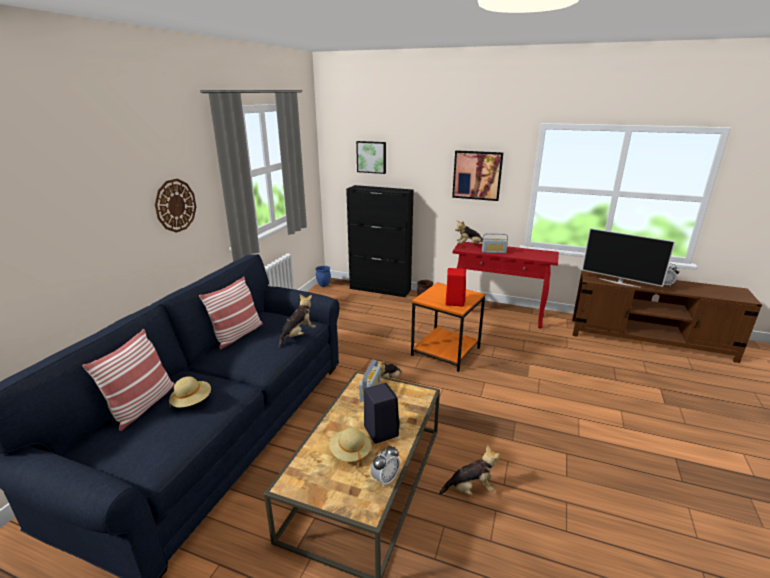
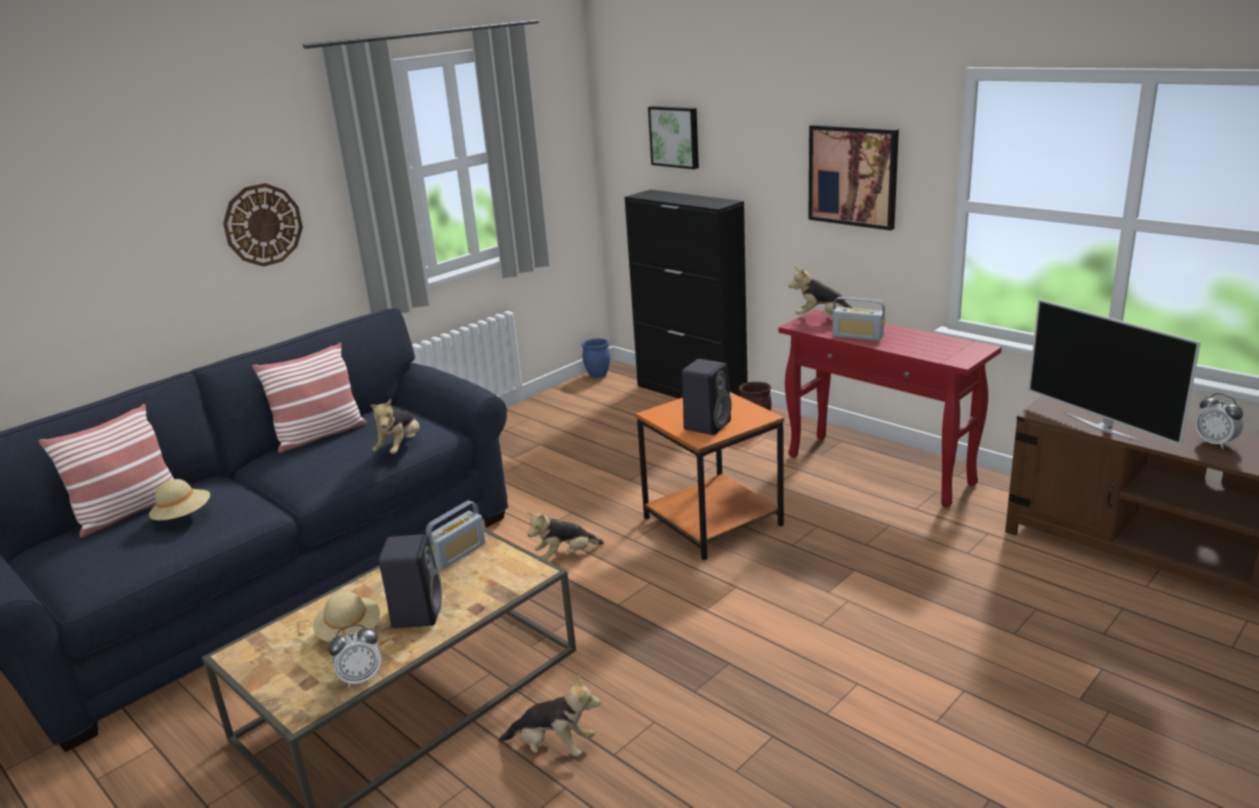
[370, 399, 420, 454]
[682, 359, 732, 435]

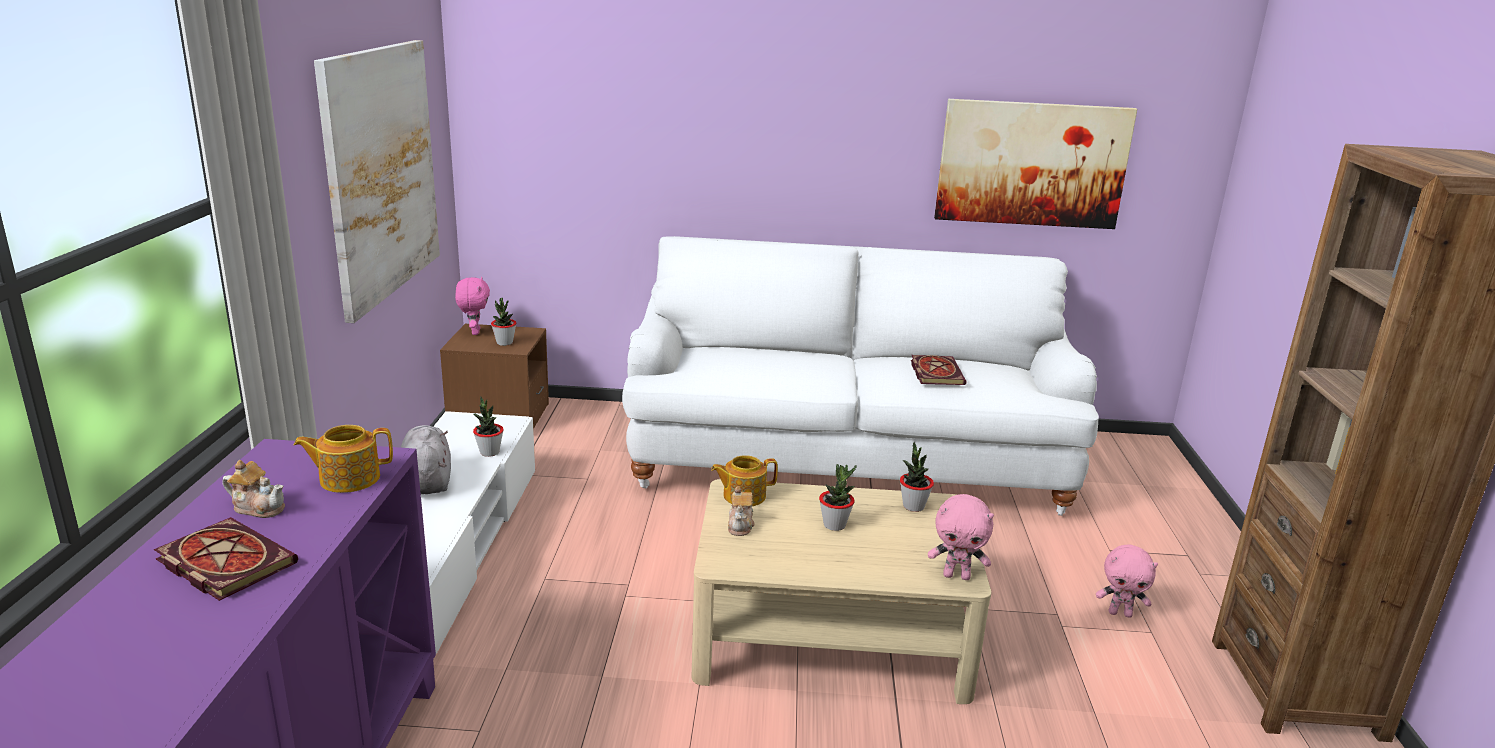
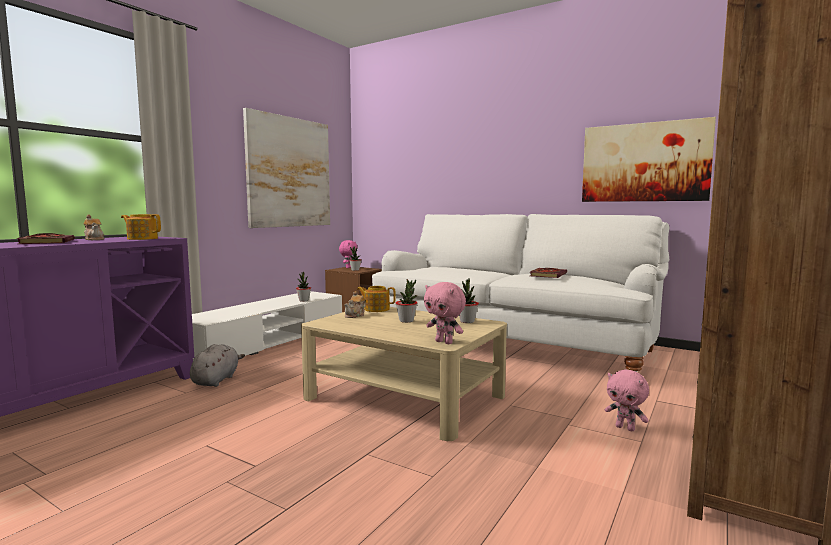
[190, 344, 245, 387]

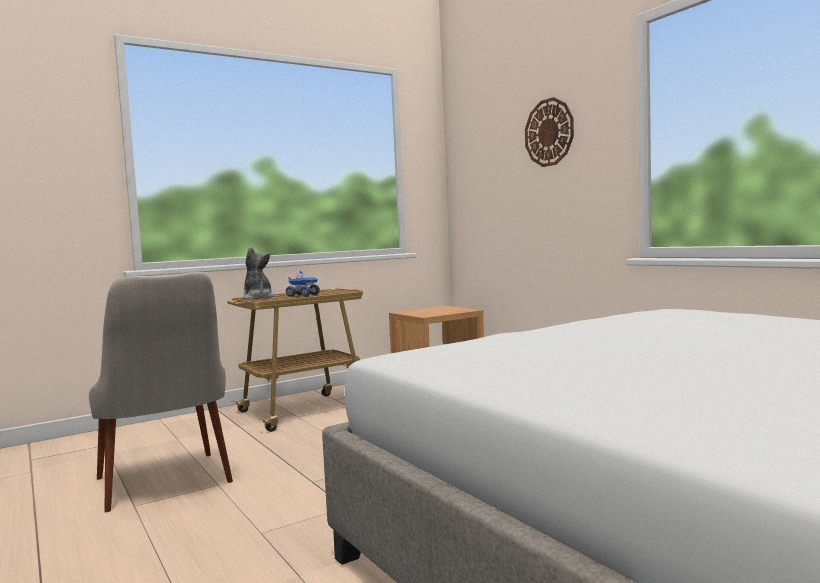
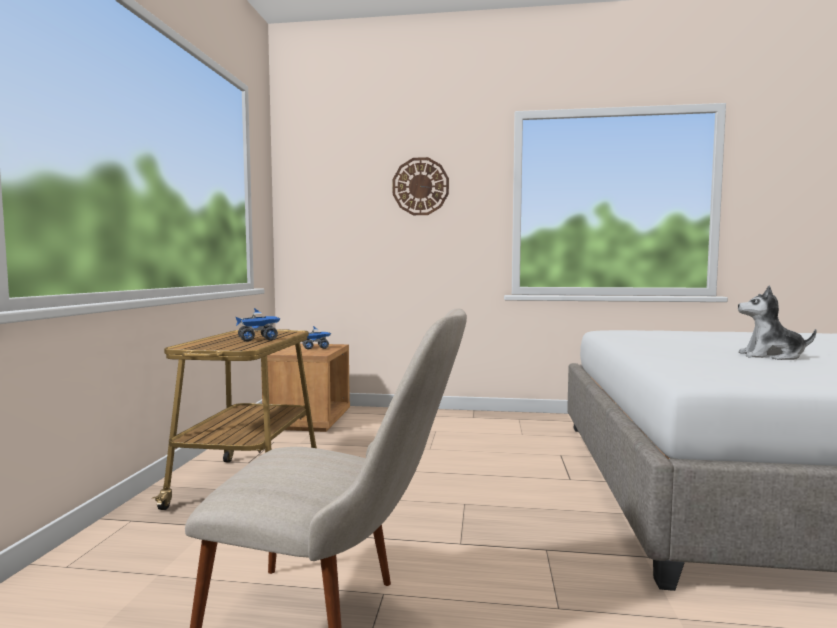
[303, 326, 331, 350]
[738, 286, 816, 360]

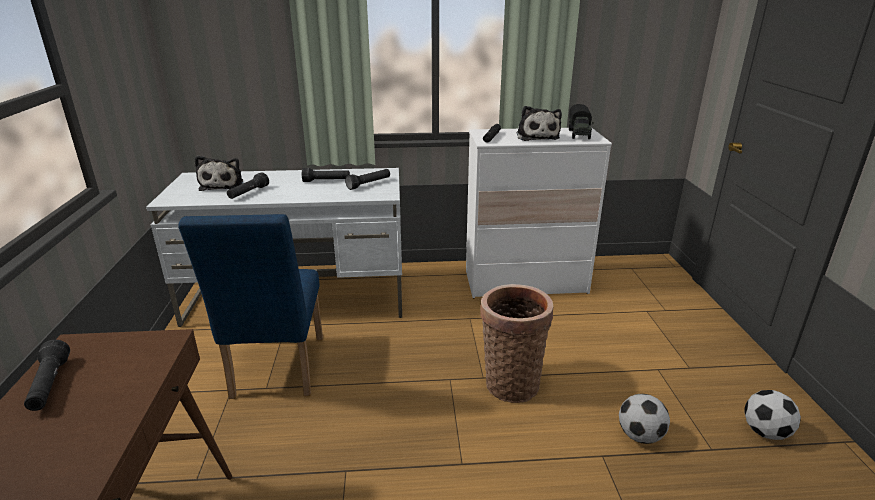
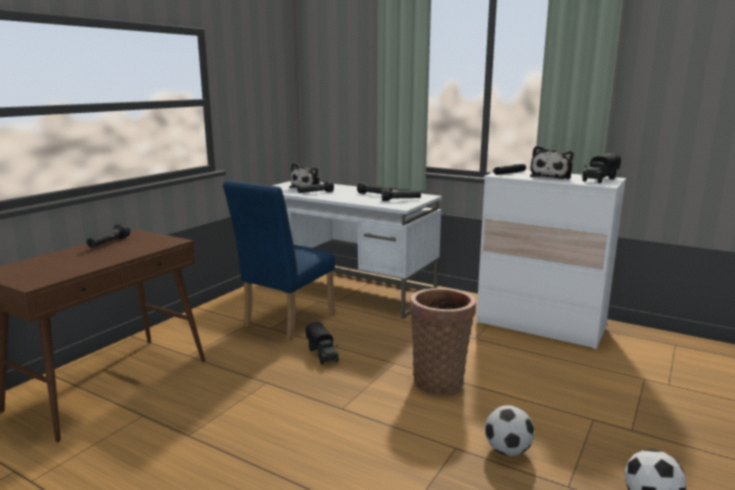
[306, 322, 339, 365]

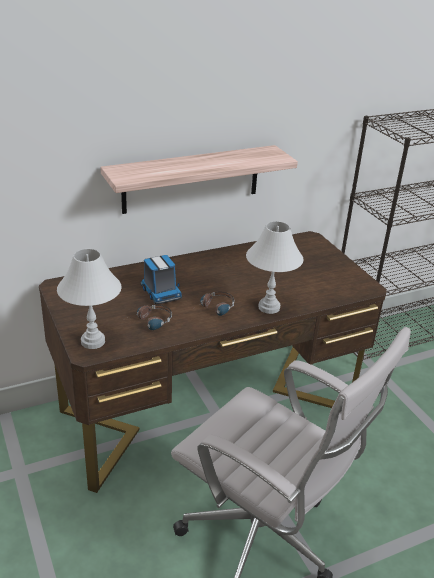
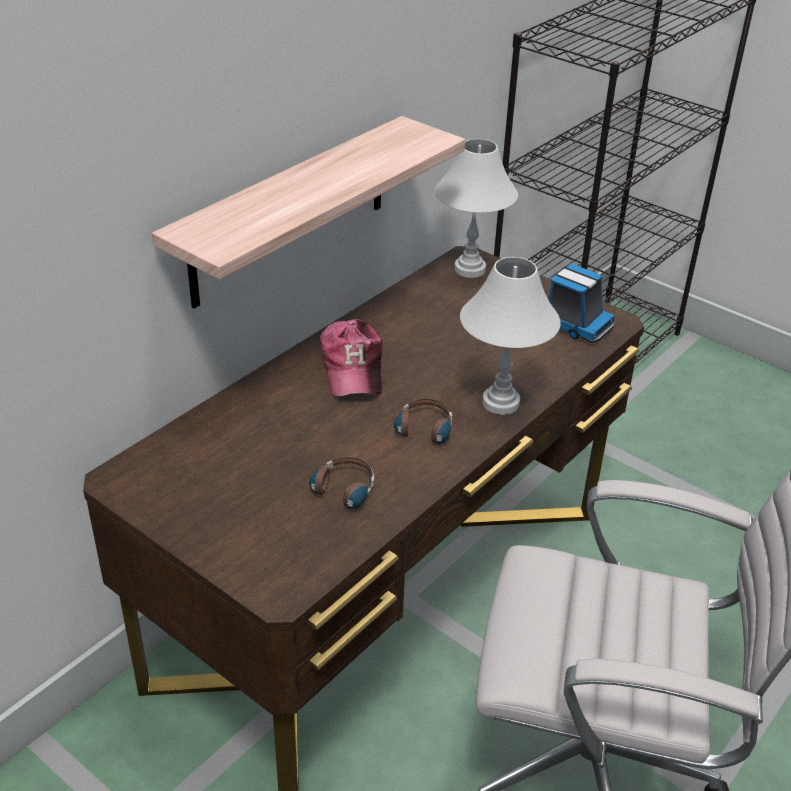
[320, 319, 382, 396]
[434, 139, 518, 278]
[549, 264, 615, 343]

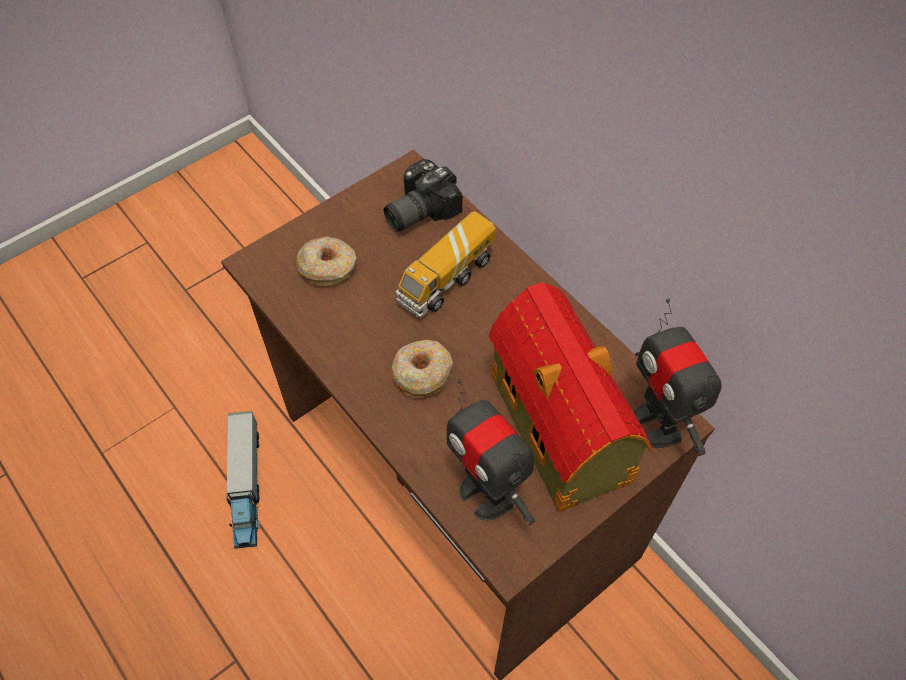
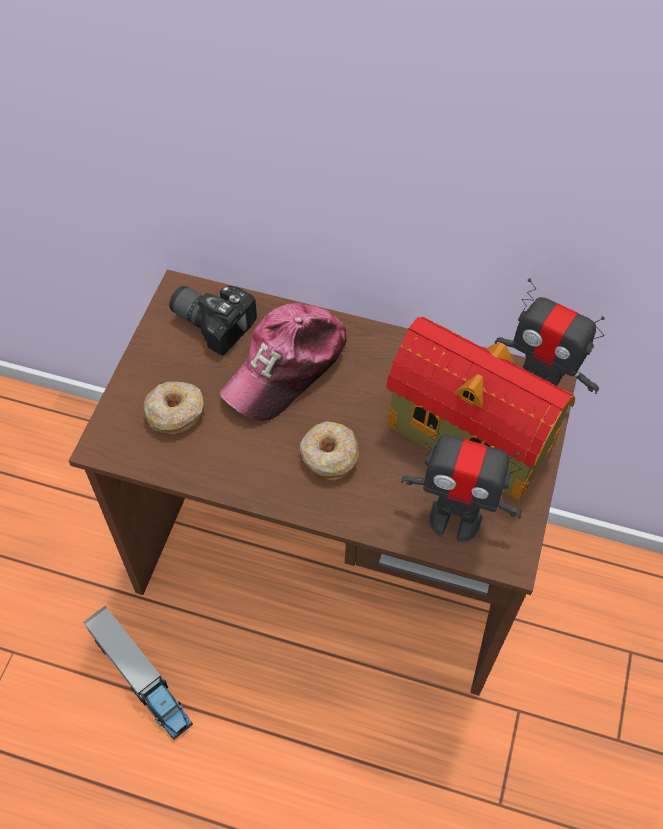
[169, 286, 257, 356]
[220, 303, 348, 421]

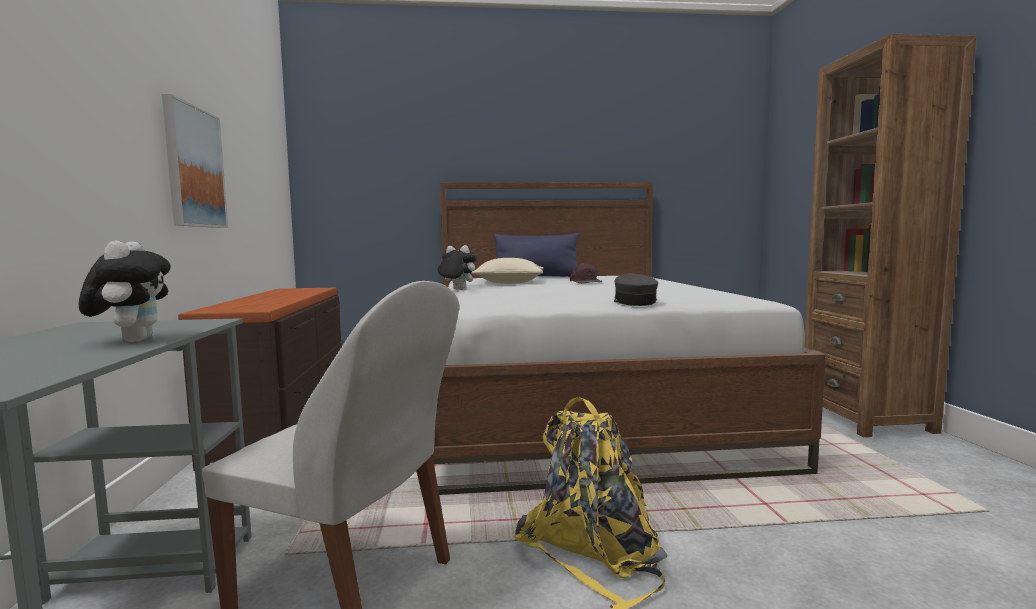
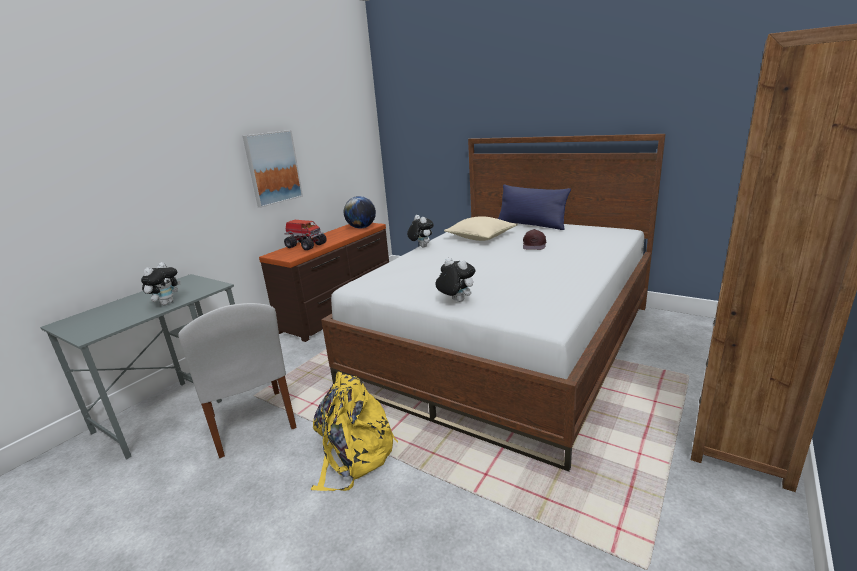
[284, 220, 327, 250]
[344, 196, 376, 229]
[435, 258, 475, 302]

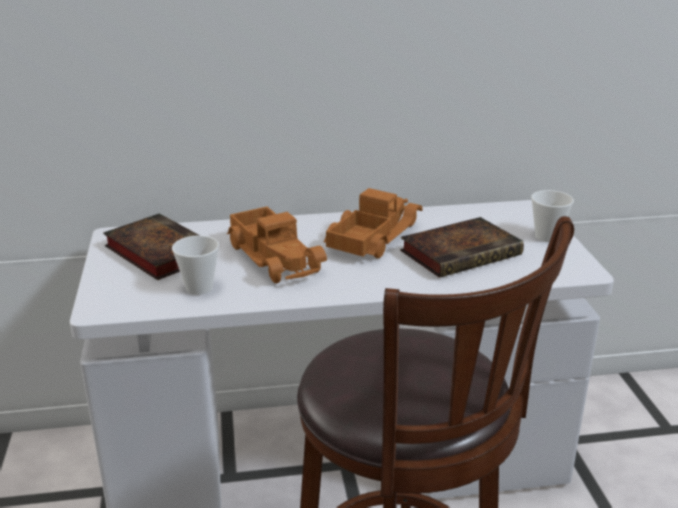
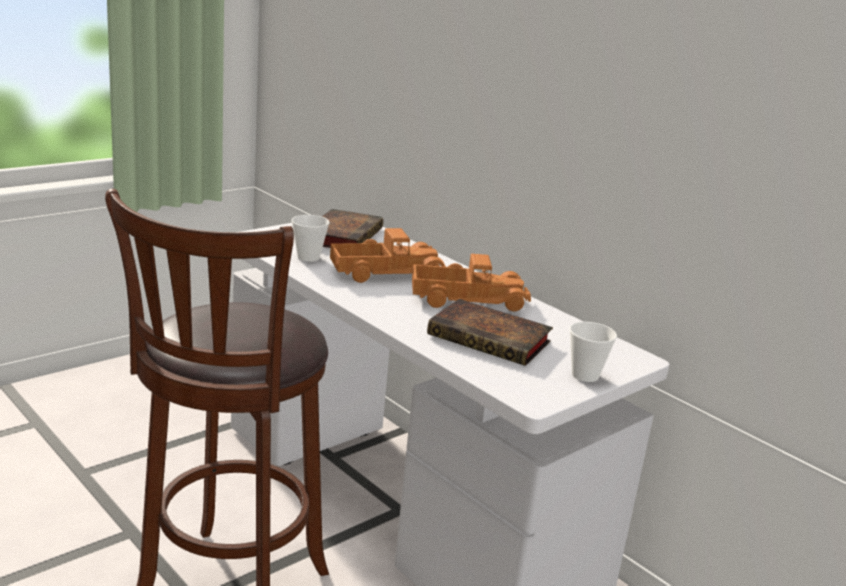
[330, 228, 446, 283]

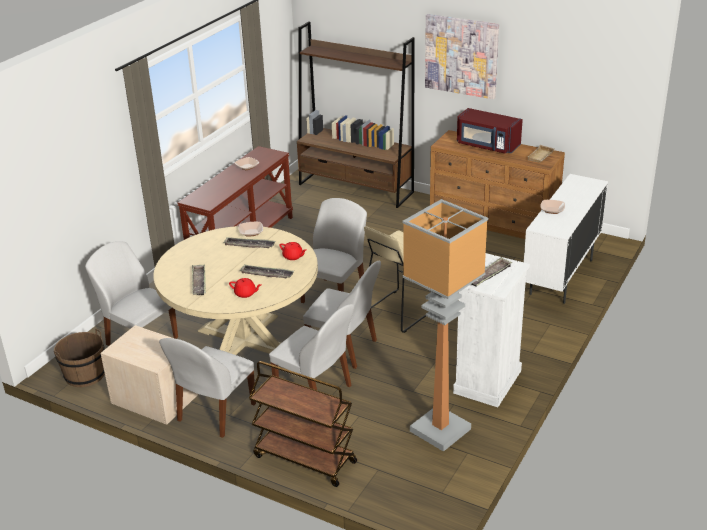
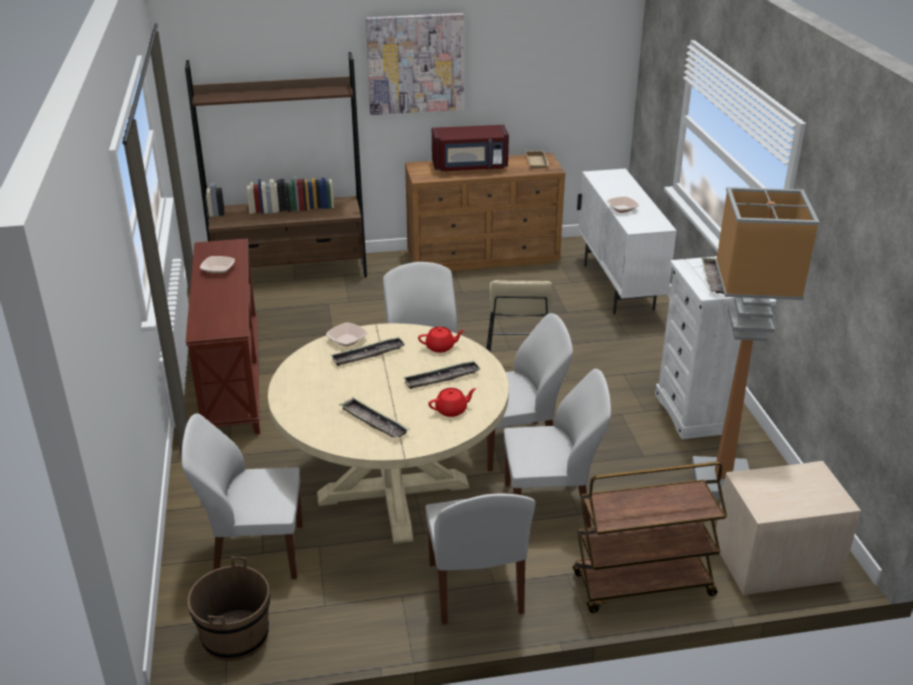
[714, 461, 861, 595]

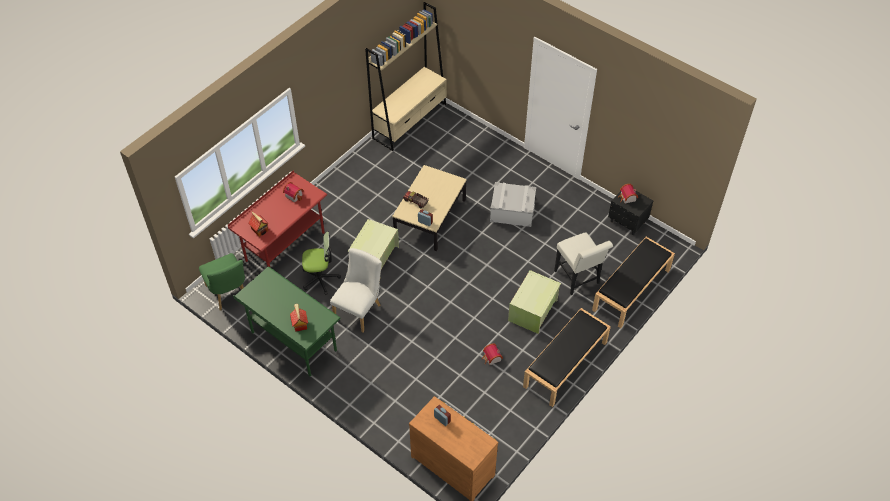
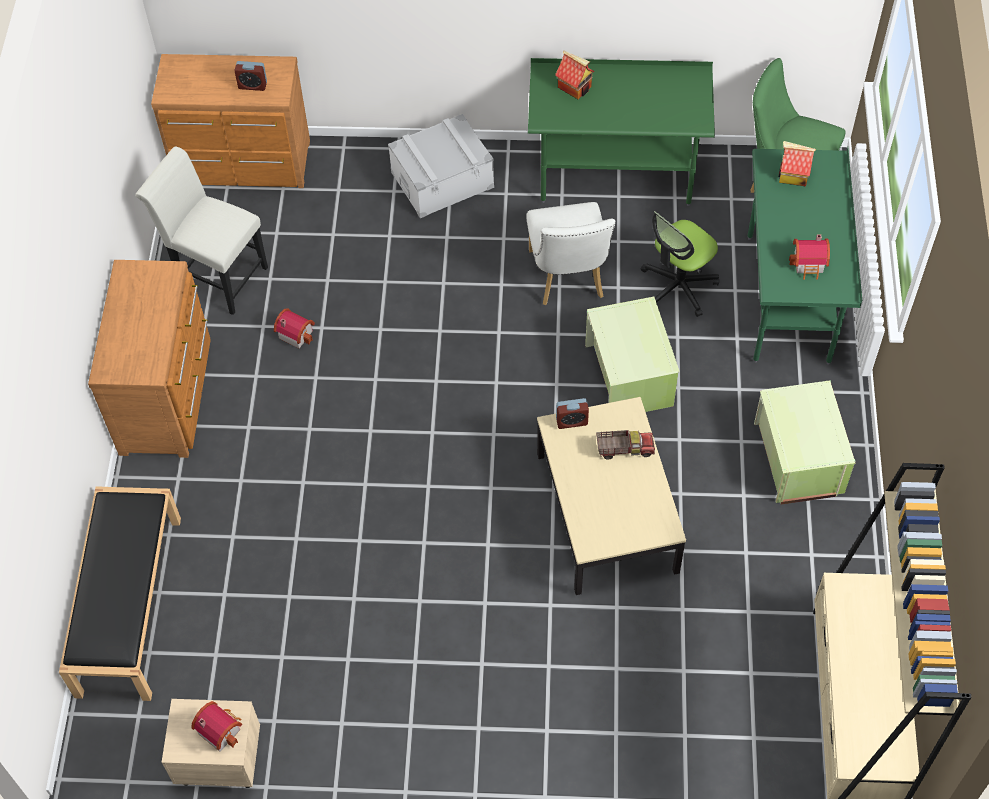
[88, 260, 211, 458]
[135, 146, 268, 315]
[162, 699, 260, 788]
[388, 114, 494, 218]
[747, 147, 862, 364]
[754, 380, 856, 504]

